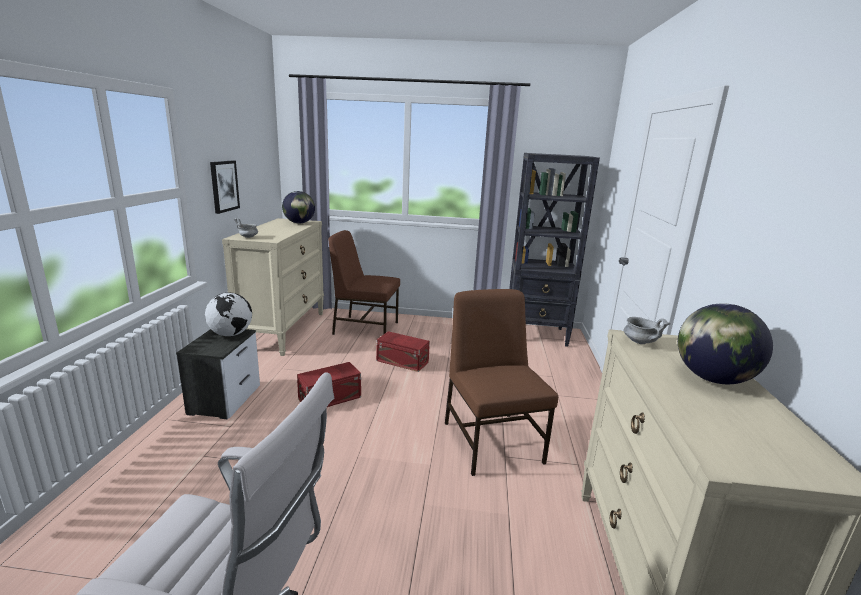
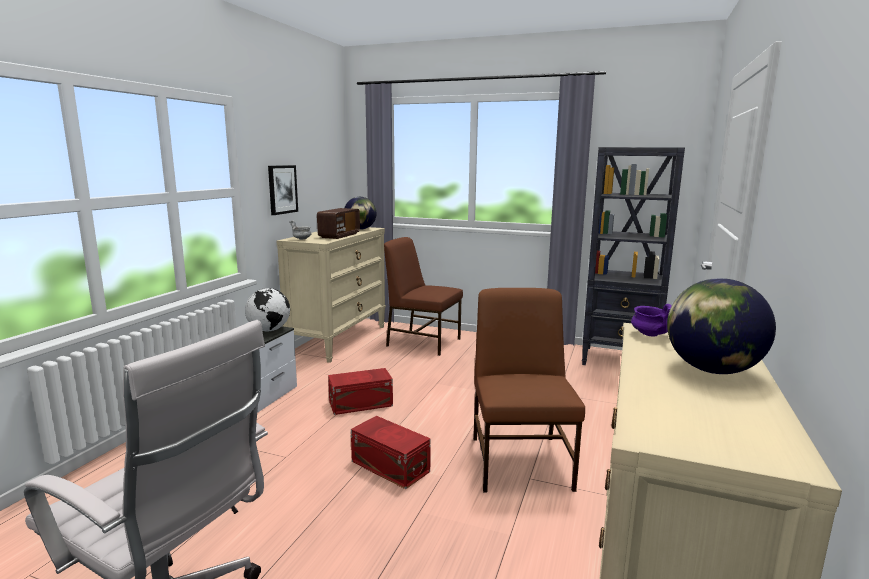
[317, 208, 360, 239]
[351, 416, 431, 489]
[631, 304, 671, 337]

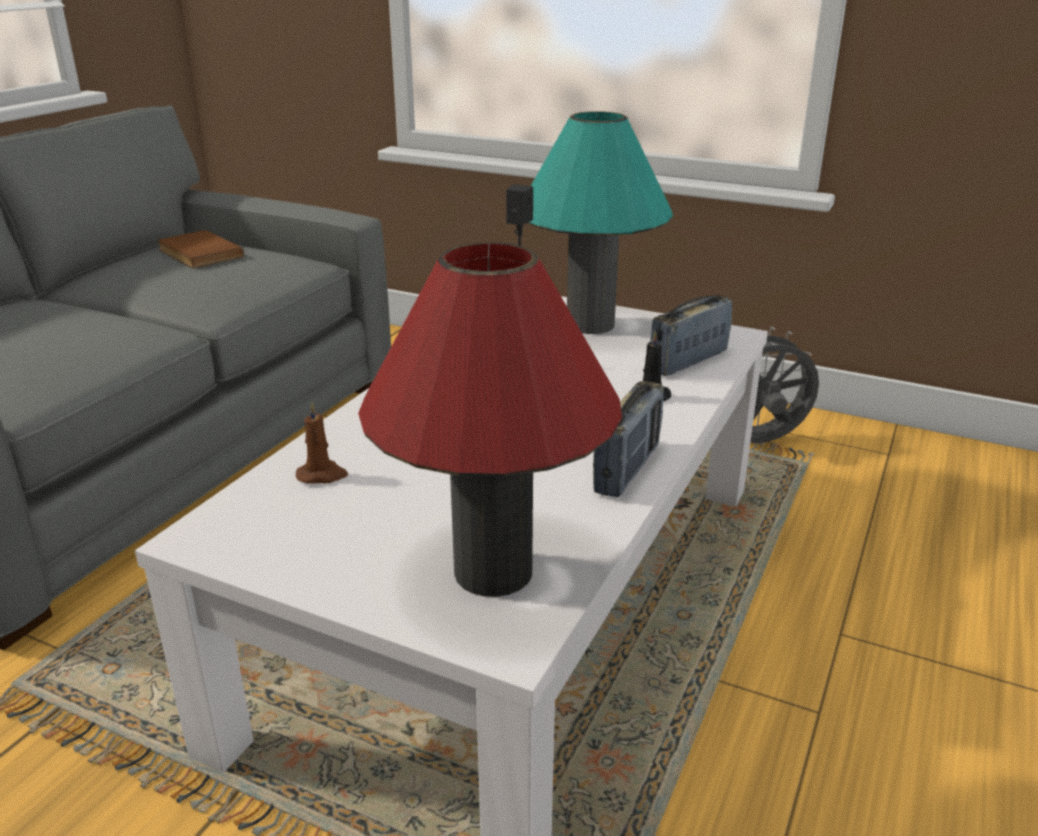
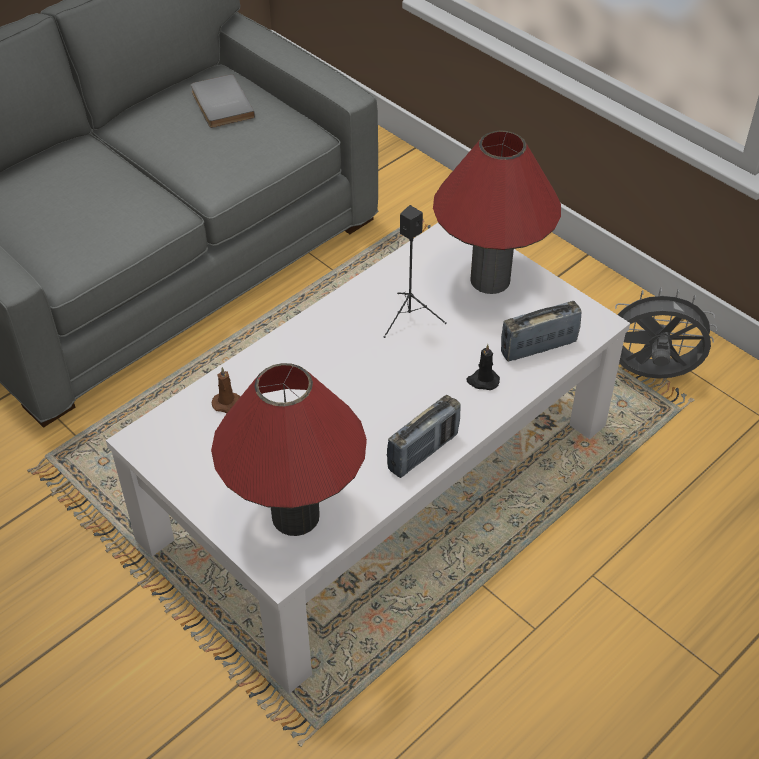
[191, 74, 255, 128]
[433, 131, 561, 294]

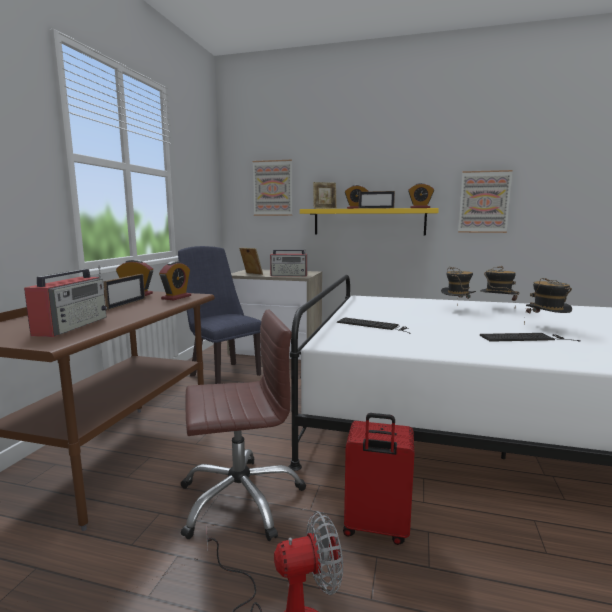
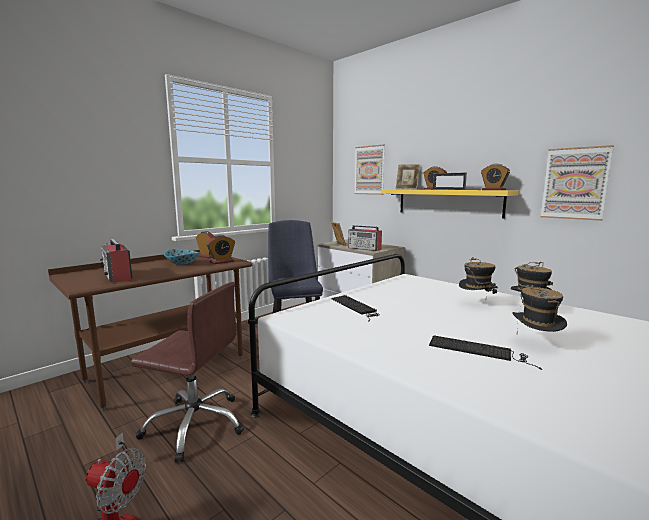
[100, 239, 133, 283]
[164, 249, 200, 265]
[343, 413, 415, 545] (first image)

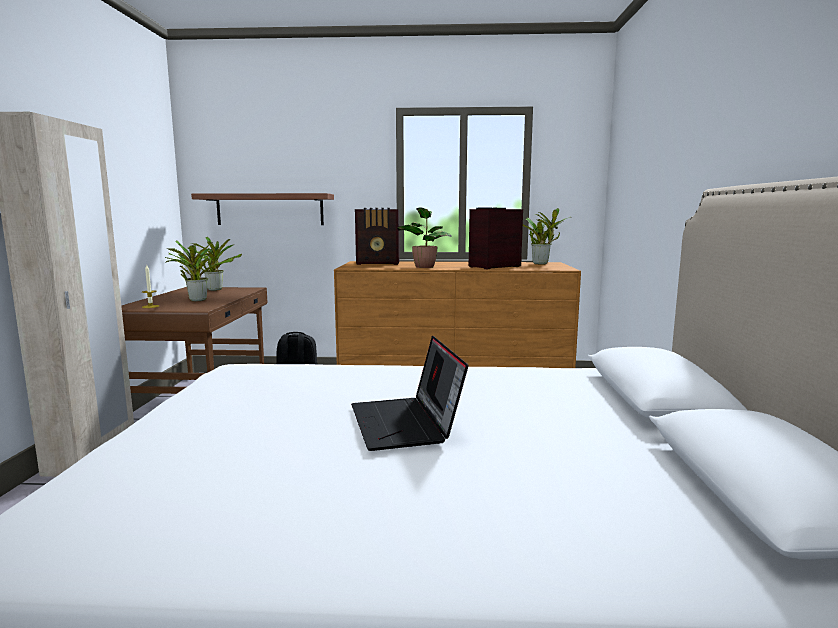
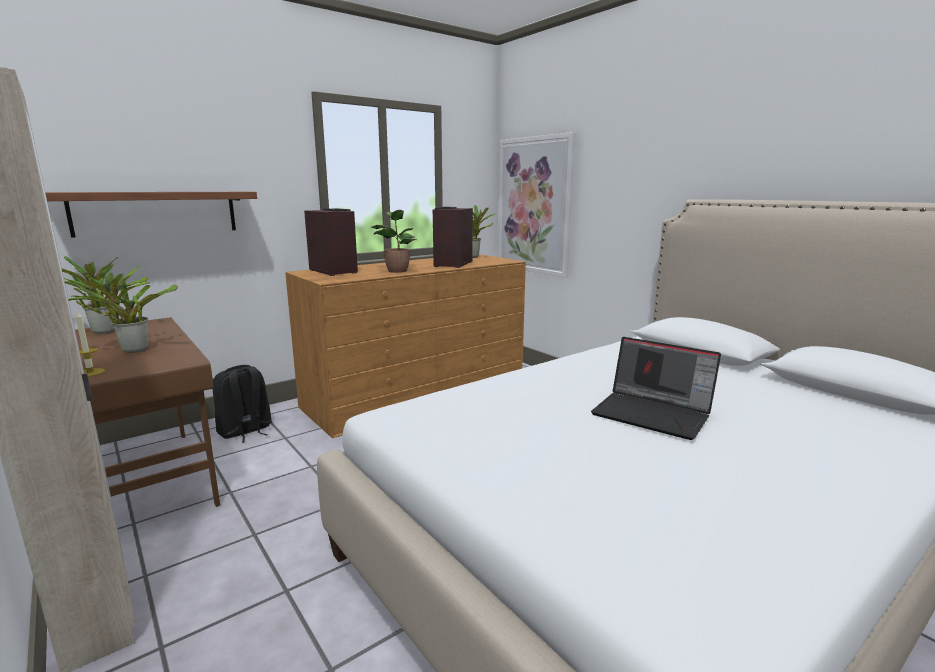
[304, 208, 358, 276]
[498, 132, 576, 278]

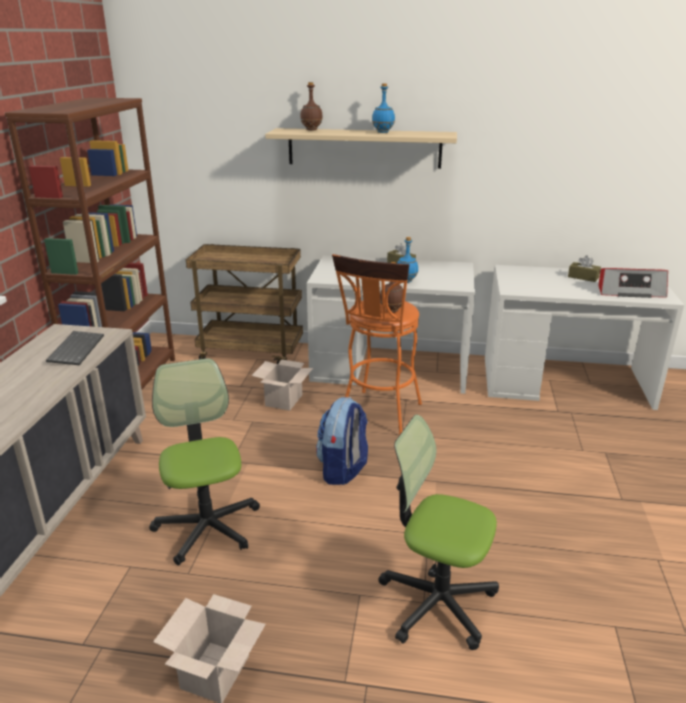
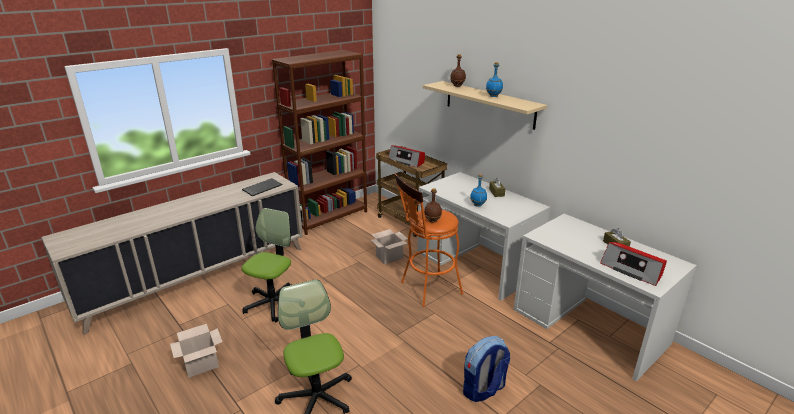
[388, 145, 425, 168]
[463, 336, 510, 402]

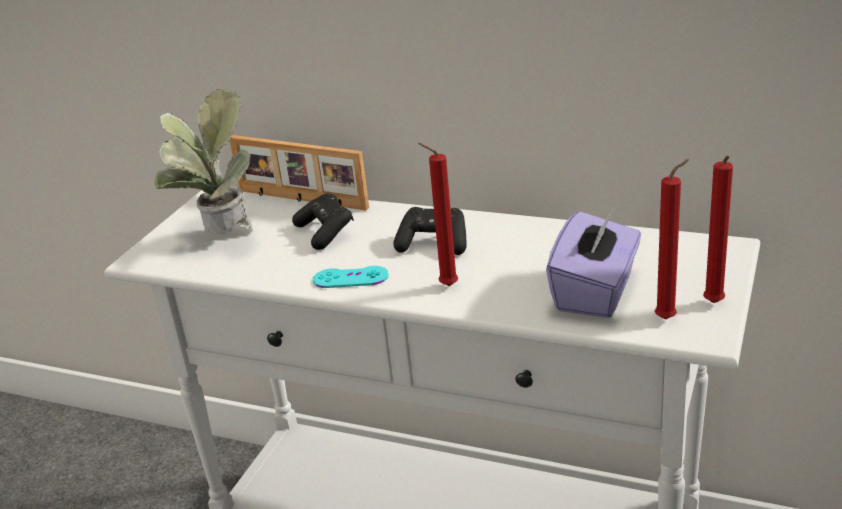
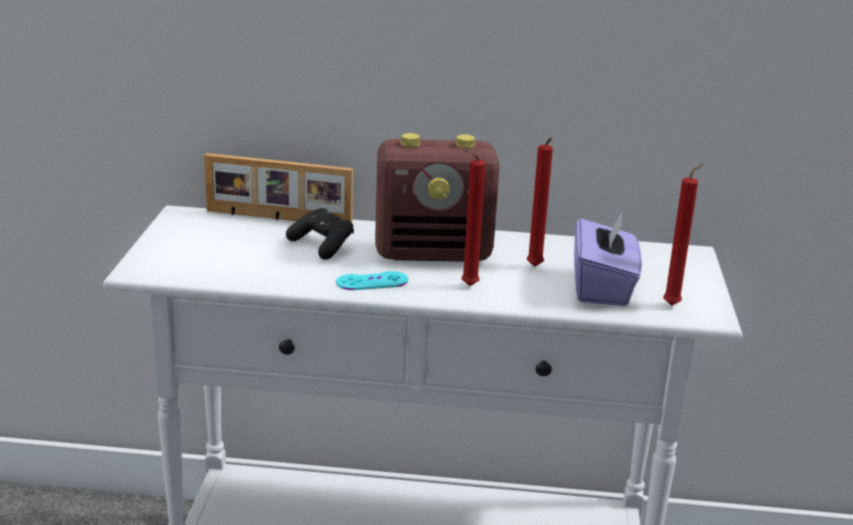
[375, 133, 500, 262]
[527, 137, 553, 267]
[154, 89, 253, 235] (first image)

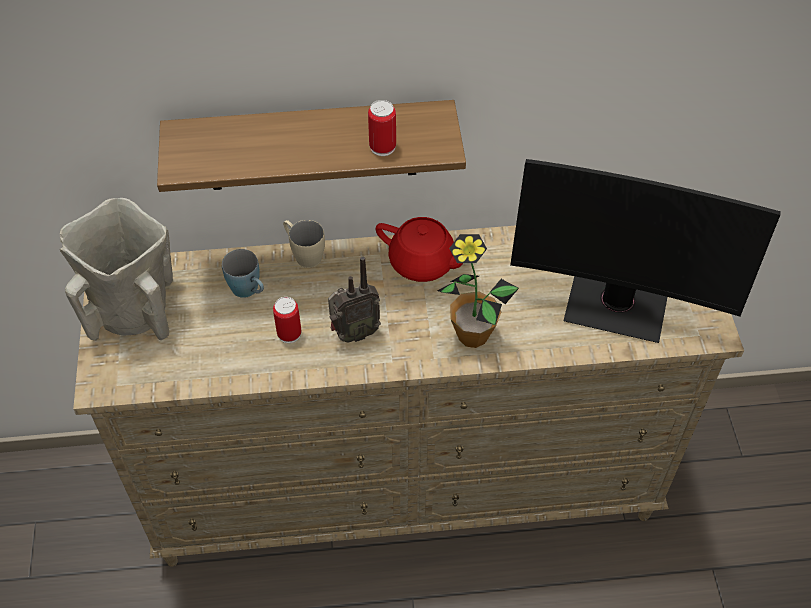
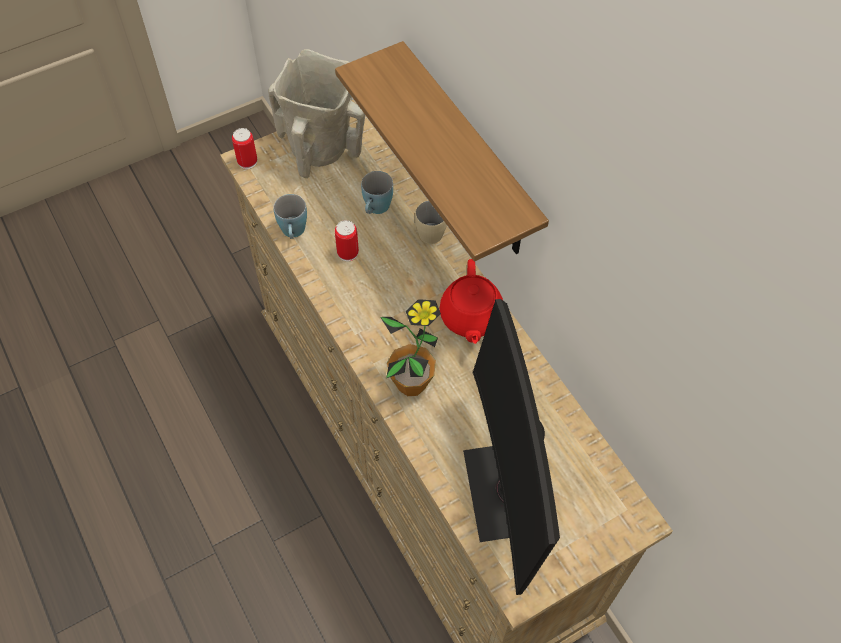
[232, 128, 257, 169]
[273, 194, 307, 239]
[328, 256, 381, 343] (first image)

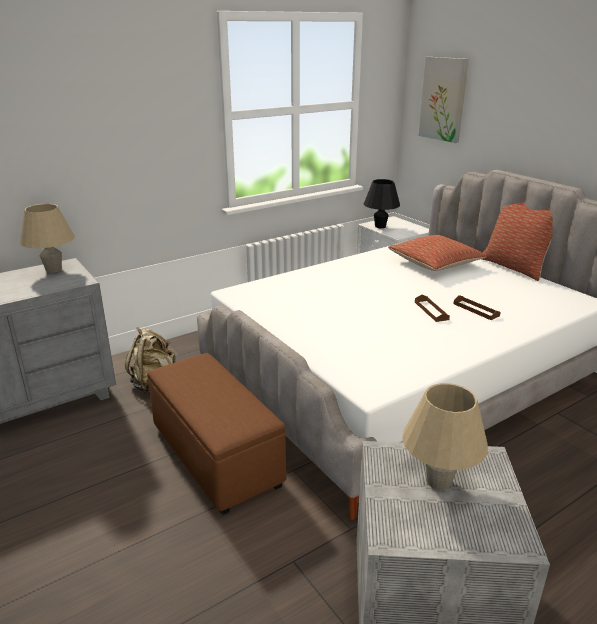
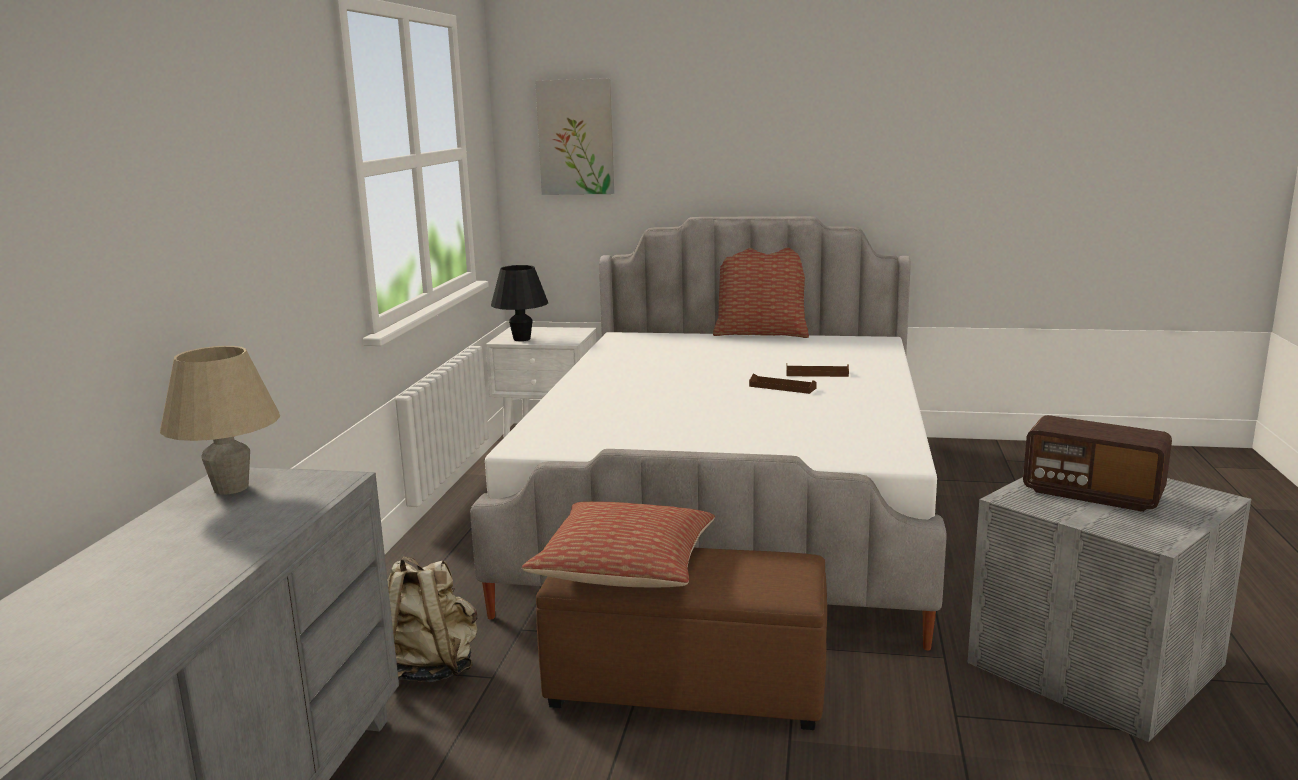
[522, 501, 715, 587]
[1023, 415, 1172, 512]

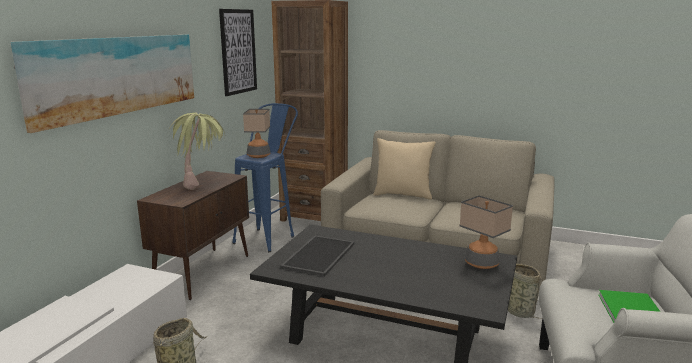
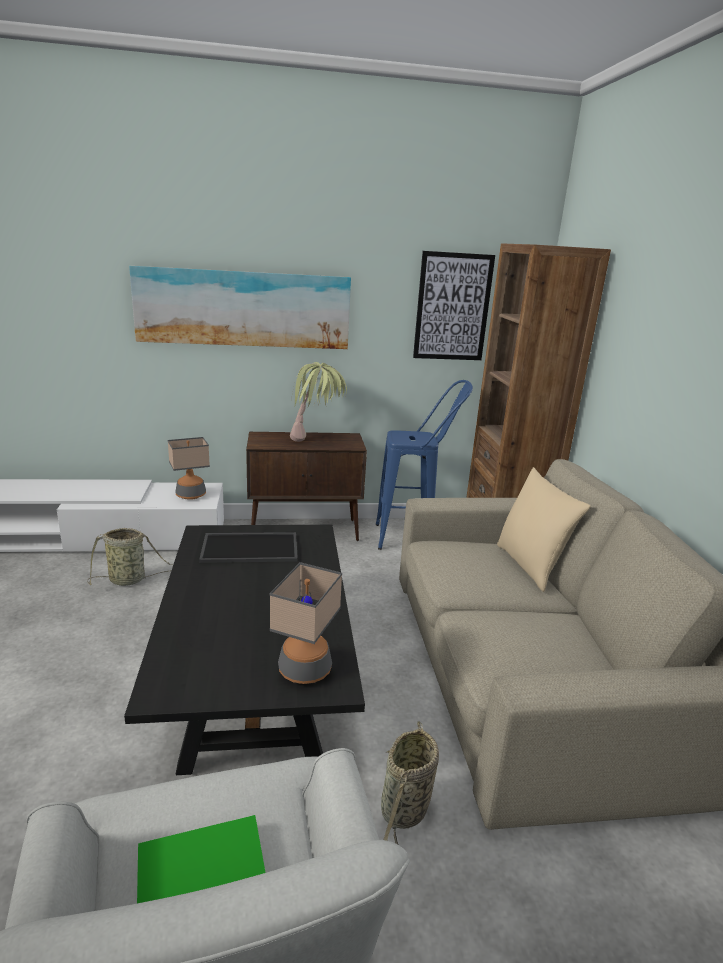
[168, 437, 210, 500]

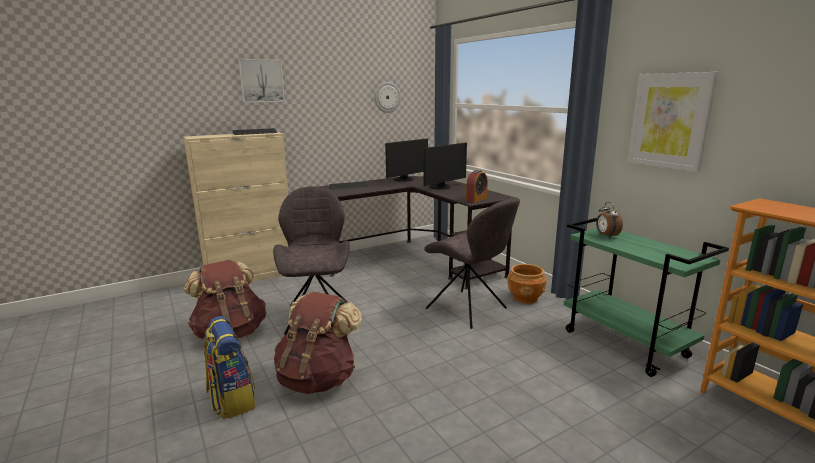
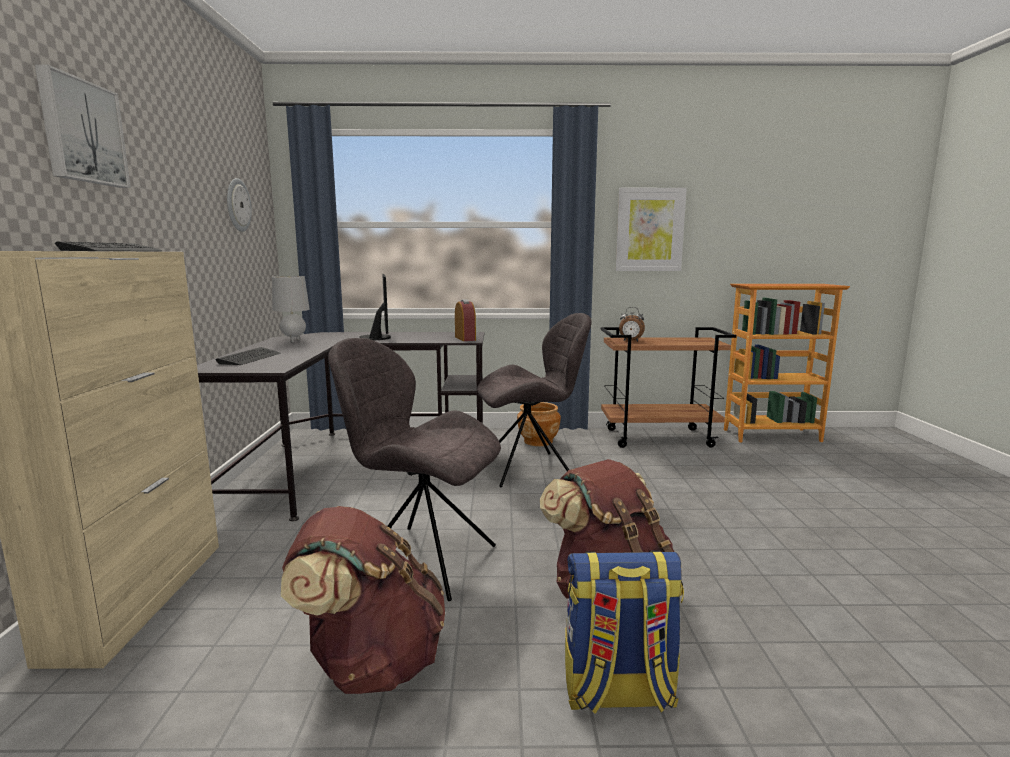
[272, 276, 310, 342]
[601, 327, 736, 448]

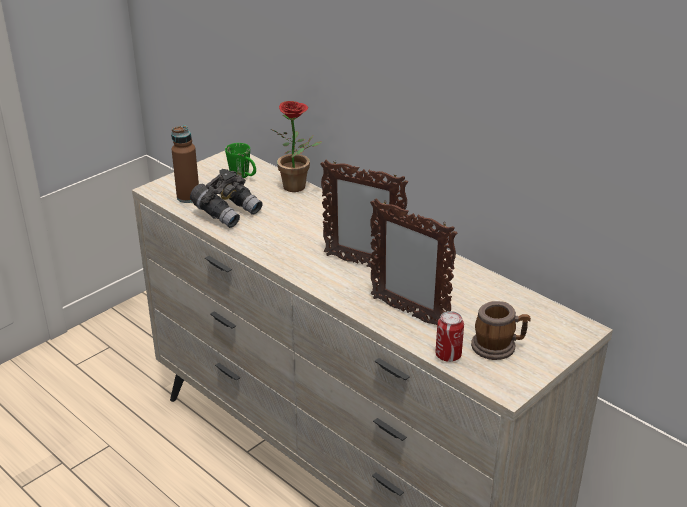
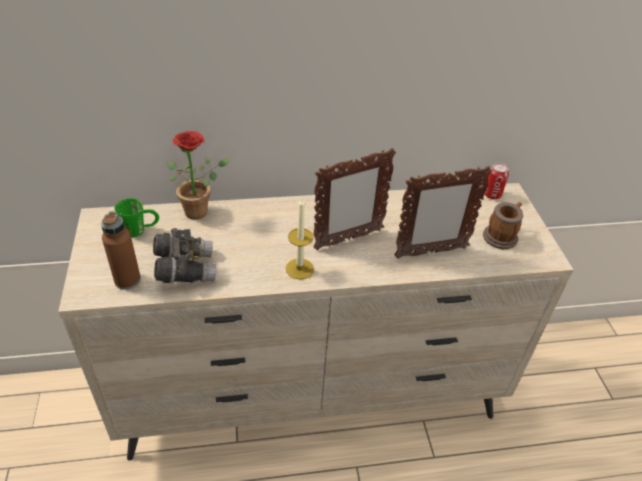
[286, 198, 314, 279]
[484, 163, 509, 199]

